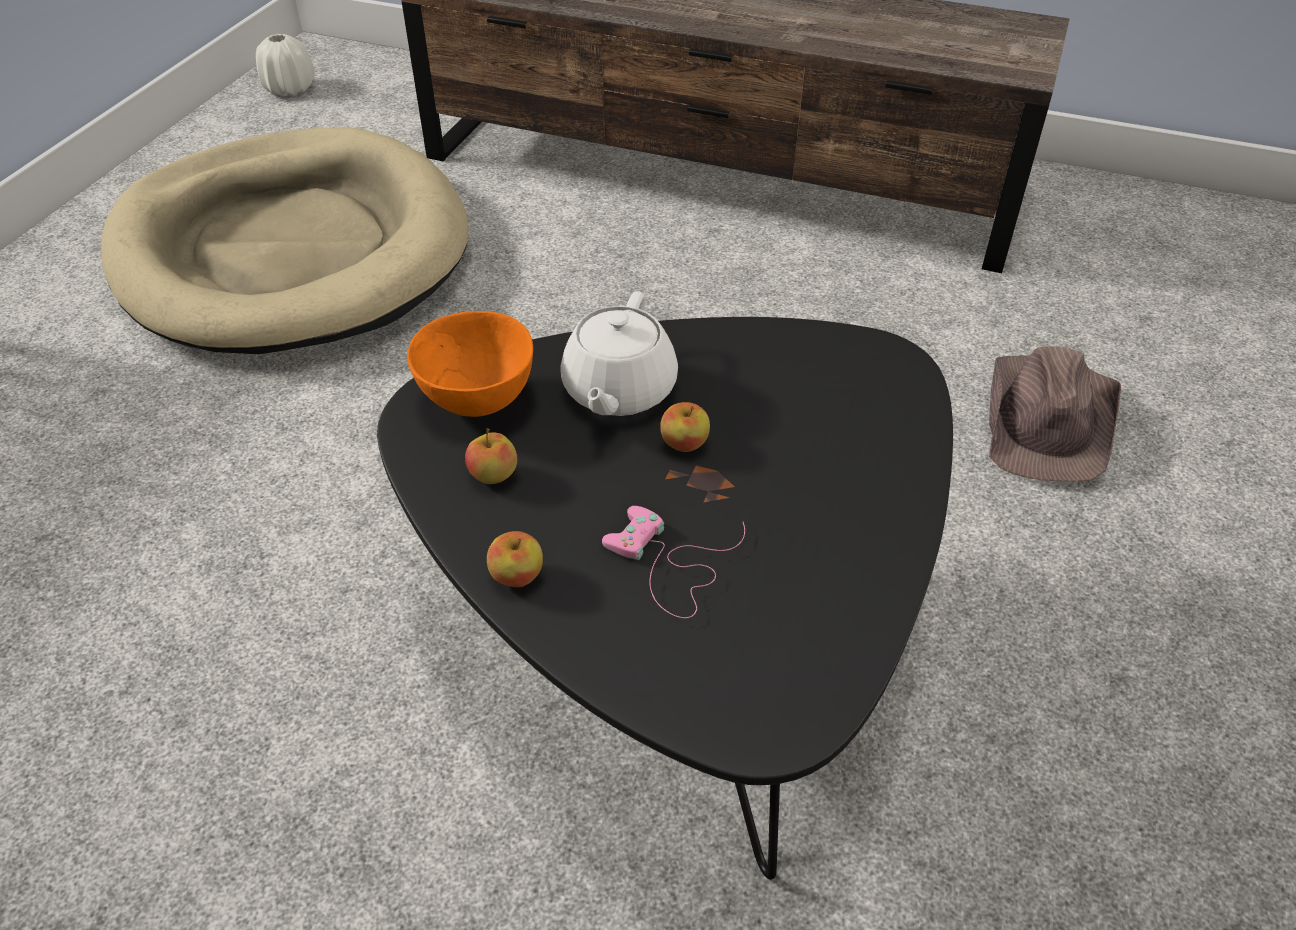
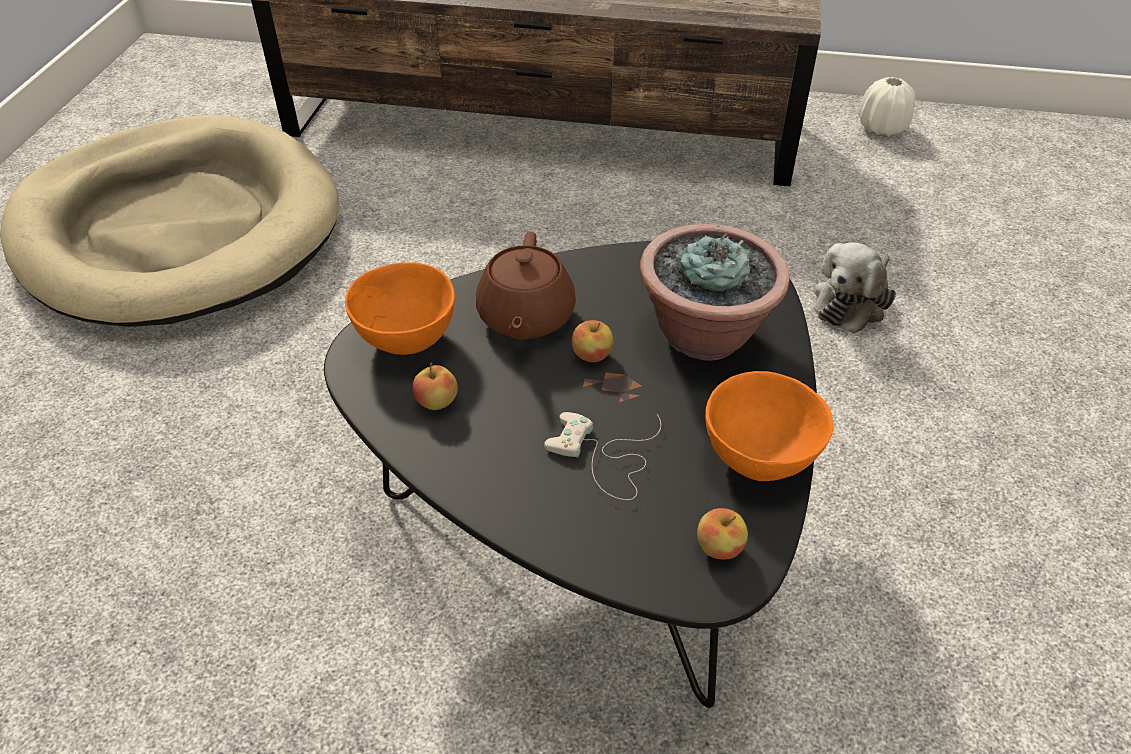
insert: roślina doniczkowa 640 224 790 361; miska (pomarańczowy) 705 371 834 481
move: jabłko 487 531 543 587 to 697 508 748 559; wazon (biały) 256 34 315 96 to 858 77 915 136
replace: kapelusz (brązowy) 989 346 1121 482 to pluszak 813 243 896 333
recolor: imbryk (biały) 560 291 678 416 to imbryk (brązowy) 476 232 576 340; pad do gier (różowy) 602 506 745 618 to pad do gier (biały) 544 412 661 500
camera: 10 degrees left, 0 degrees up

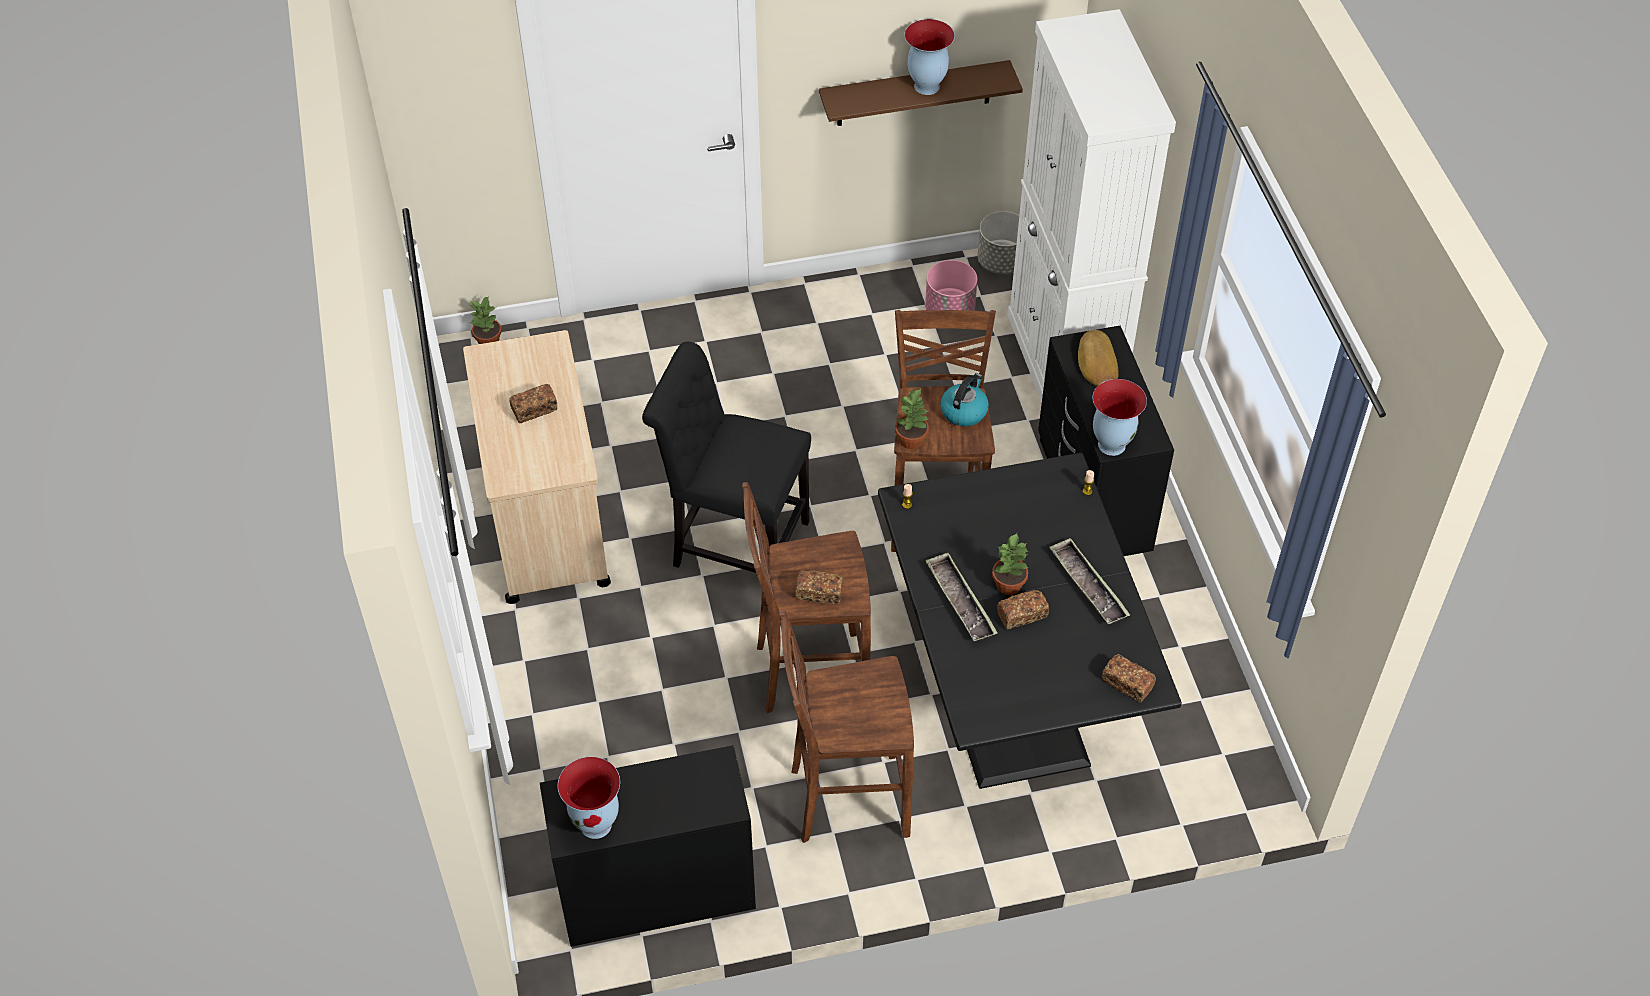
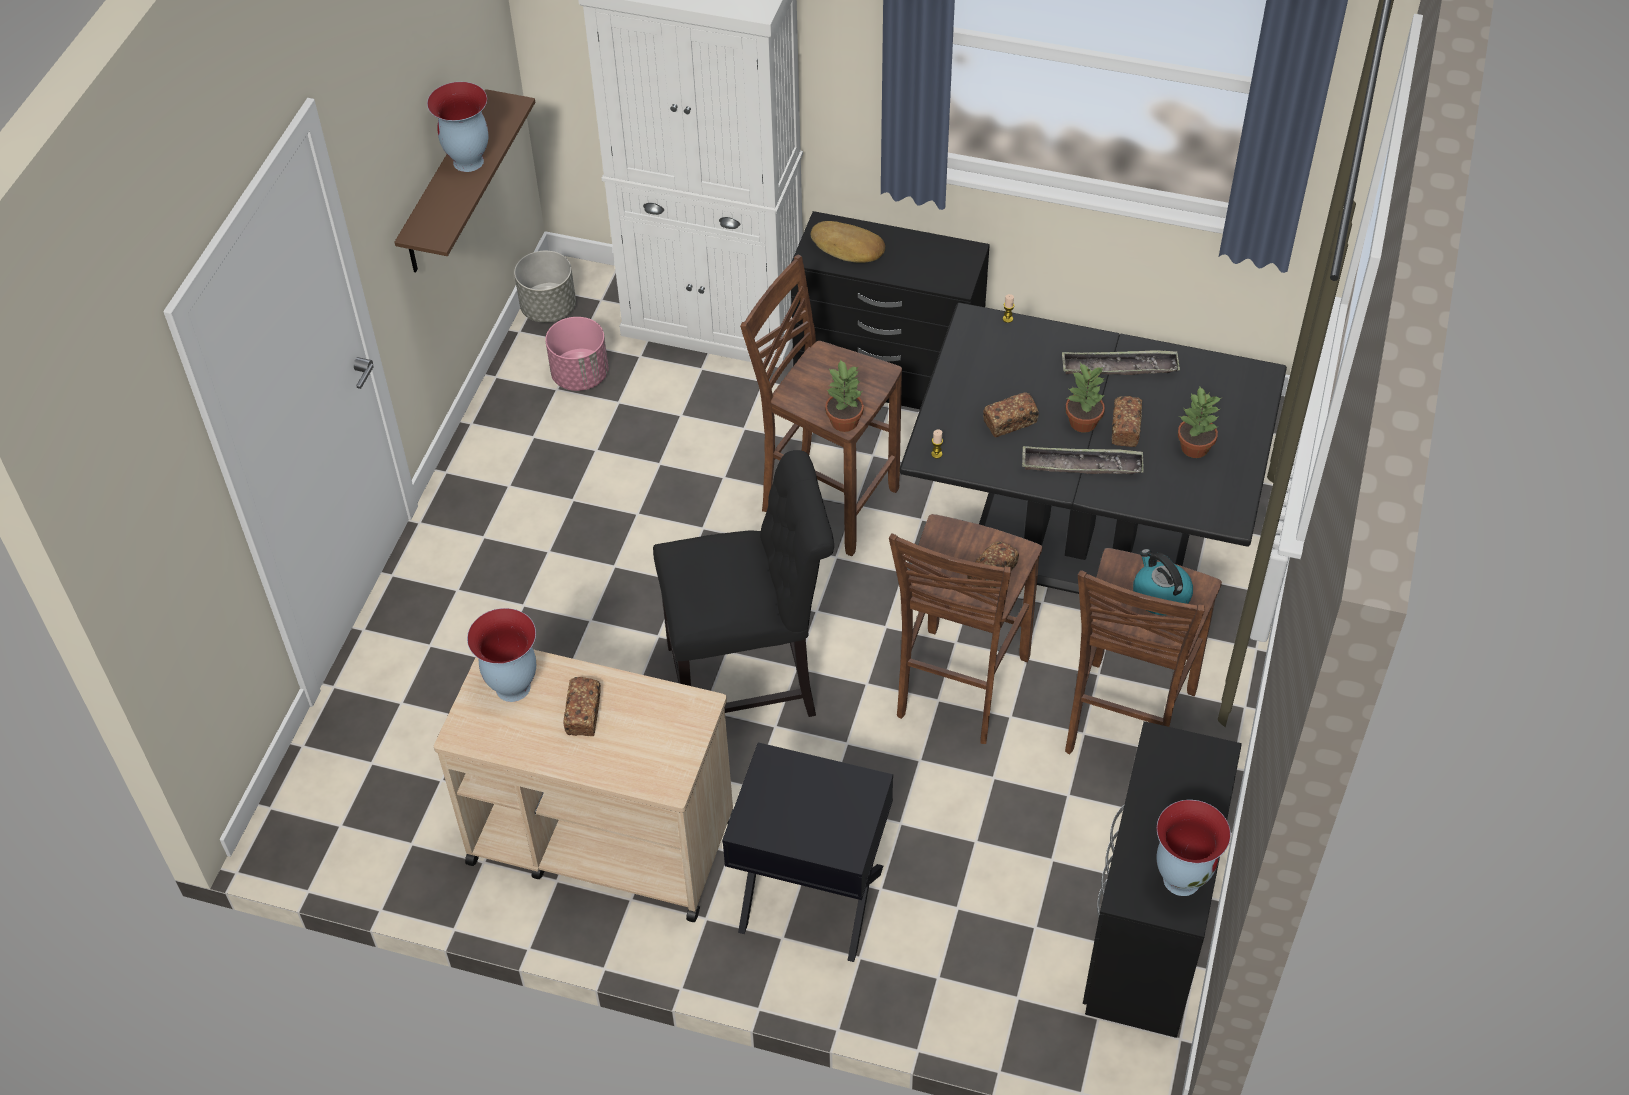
insert: szafka nocna (czarny) 722 742 893 962
move: wazon 1093 379 1147 456 to 467 608 536 702; chleb 1102 654 1156 703 to 983 392 1039 437; czajnik 940 373 989 427 to 1133 549 1193 616; roślina doniczkowa 470 296 502 344 to 1178 387 1221 458
rotate: krzesło (czarny) 642 342 811 573 = 653 450 834 717 150 degrees counterclockwise
camera: 60 degrees left, 0 degrees up

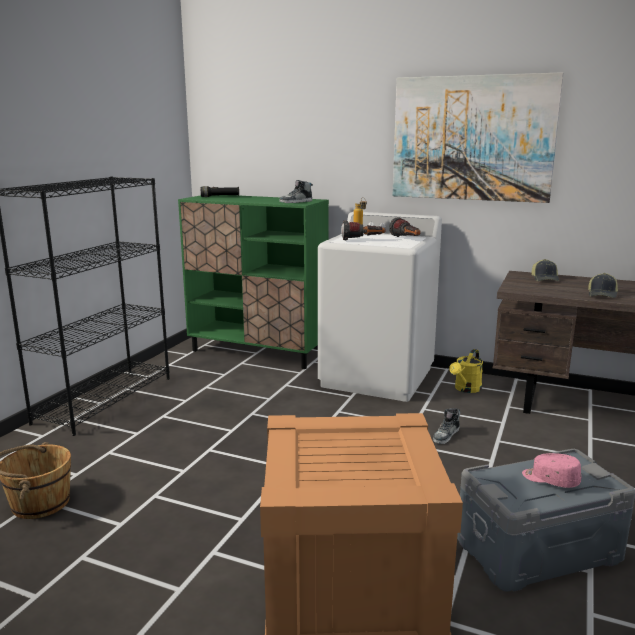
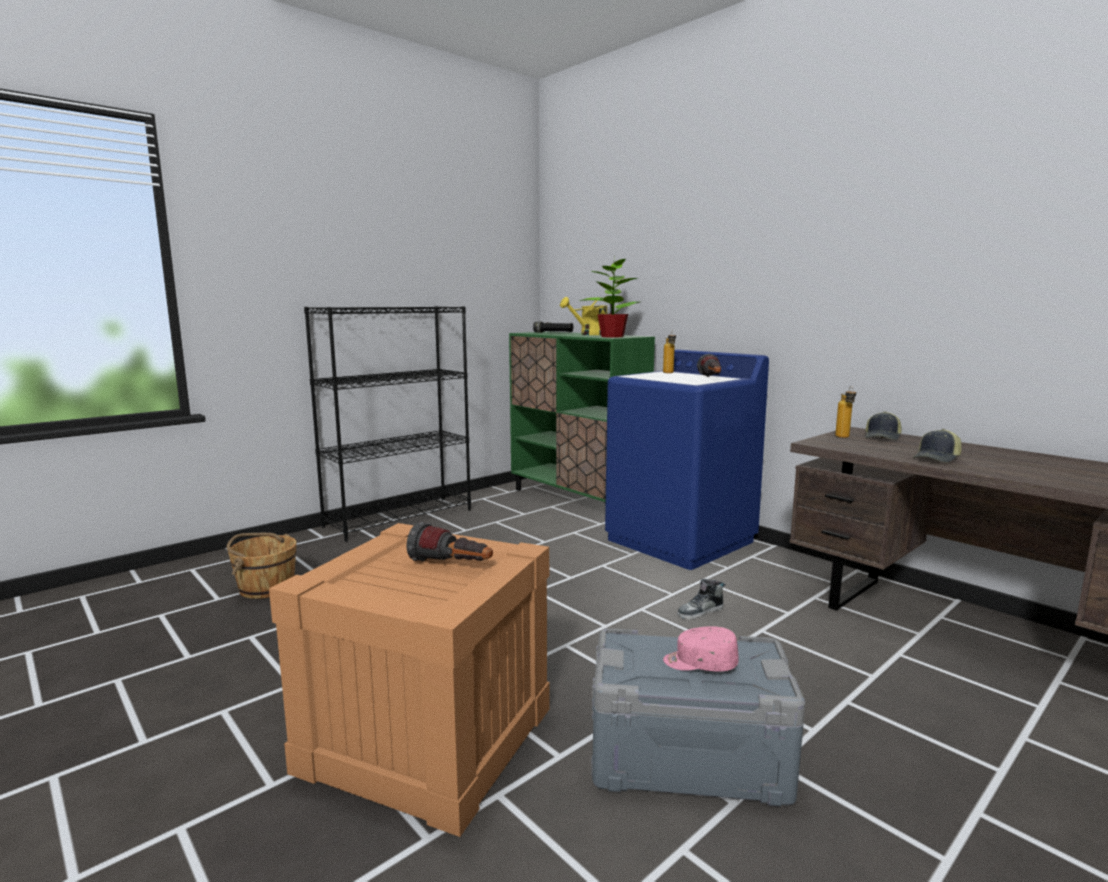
delete: obraz 392 72 564 203
insert: butelka 835 386 856 438
move: latarka 341 220 386 241 to 406 522 493 561; konewka (żółty) 449 349 483 393 to 560 297 612 335
replace: but 279 180 313 203 to roślina doniczkowa 579 259 639 338
recolor: pralka (biały) 318 212 442 402 to pralka (niebieski) 605 349 769 570
rotate: czapka z daszkiem (różowy) 522 453 581 488 = 663 626 739 672 45 degrees counterclockwise
camera: 25 degrees right, 5 degrees down

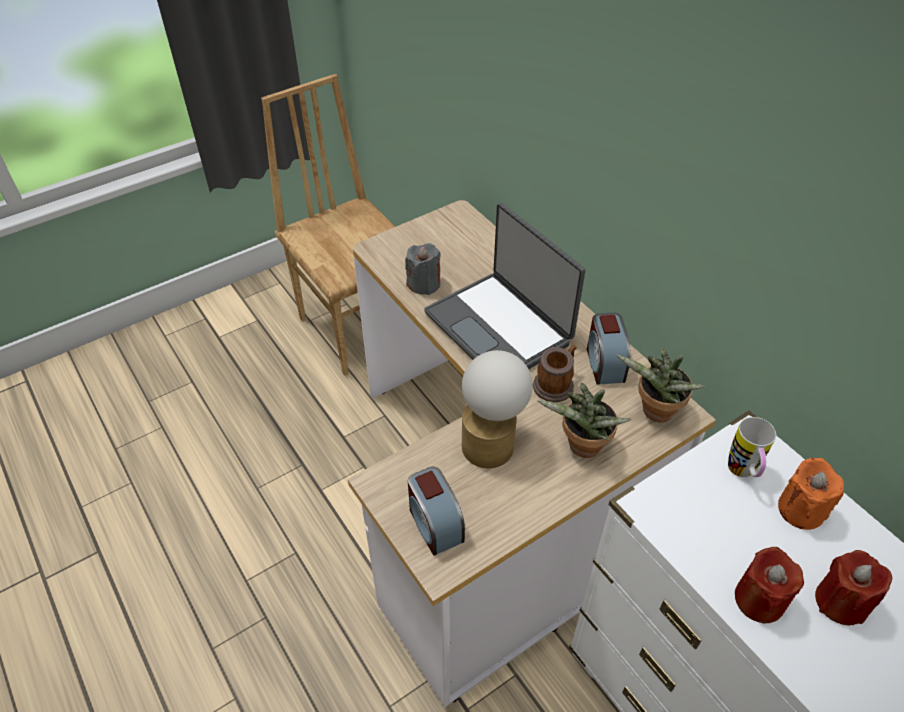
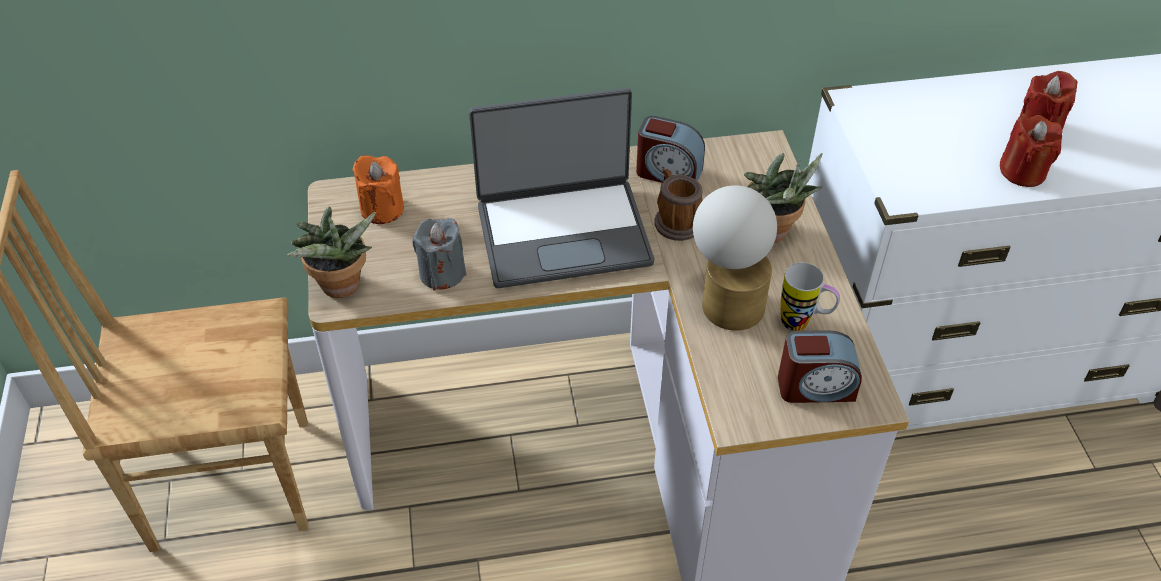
move: roślina doniczkowa 616 348 705 422 to 287 207 376 298; świeca (pomarańczowy) 778 458 844 530 to 352 155 404 224; kubek 728 417 776 477 to 781 262 840 331
camera: 65 degrees left, 0 degrees up

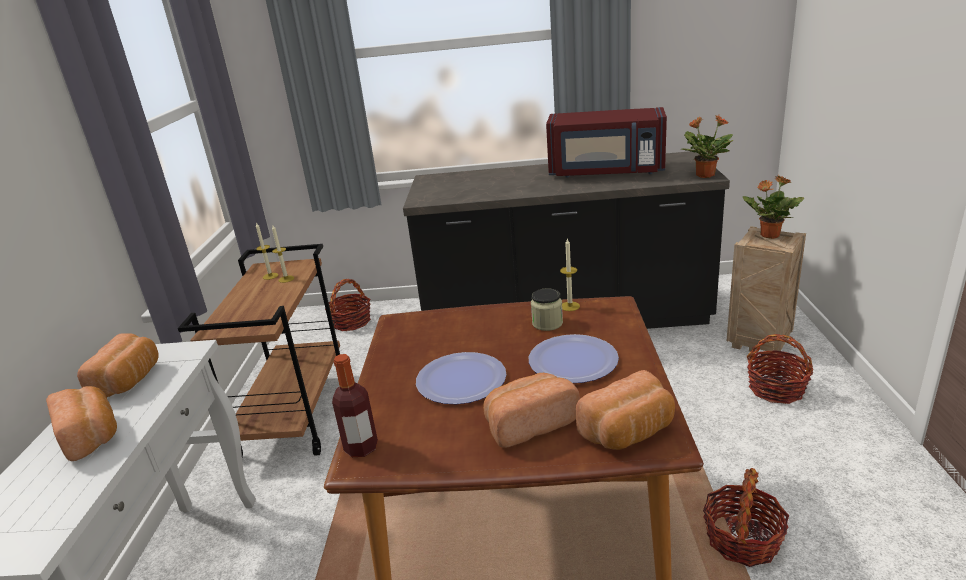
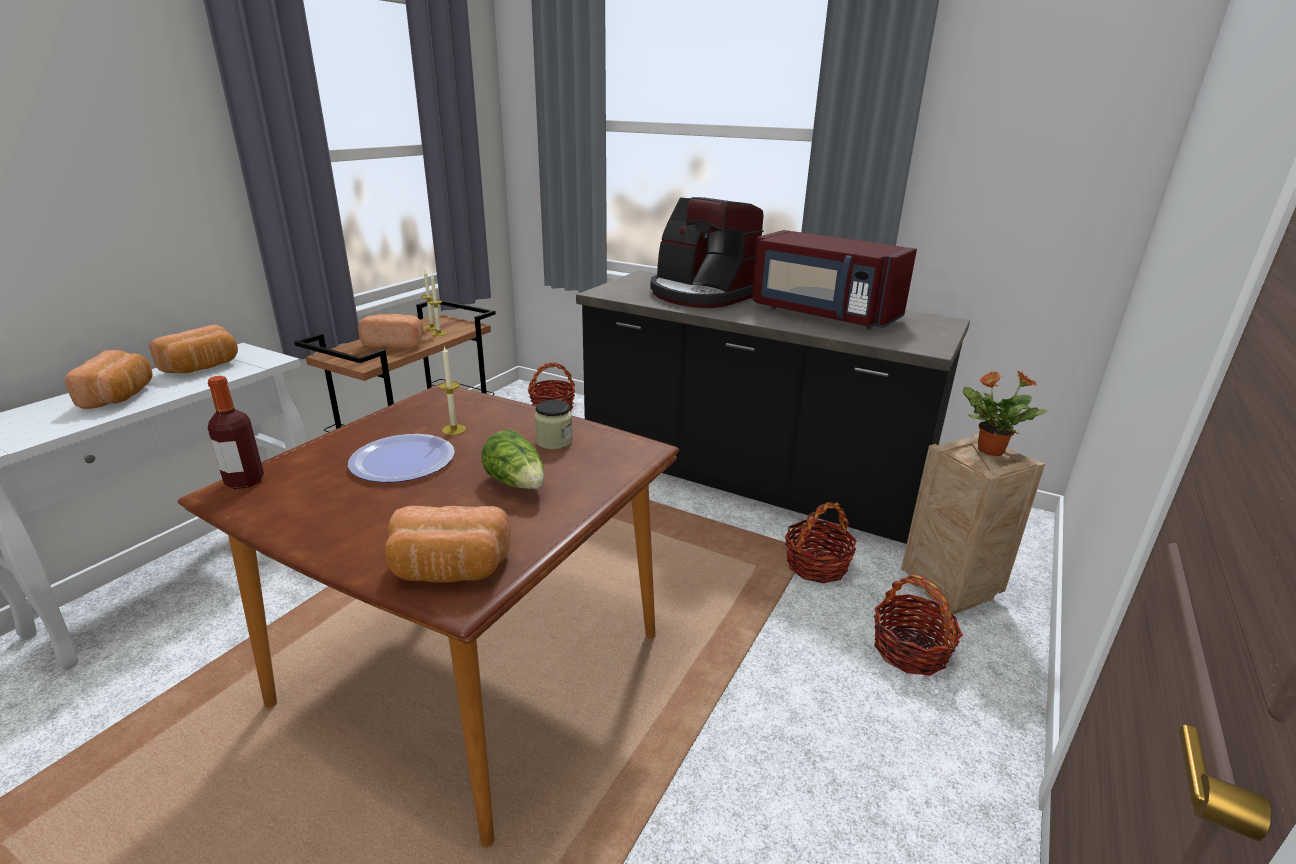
delete: roślina doniczkowa 681 115 733 178
insert: ekspres do kawy 650 197 764 308
move: chleb 483 373 580 448 to 358 314 424 349; świeca 560 238 580 311 to 438 345 466 435; koszyk 703 468 789 567 to 785 502 857 583
replace: talerz 529 334 619 383 to sałata 481 430 544 489
camera: 25 degrees right, 0 degrees up

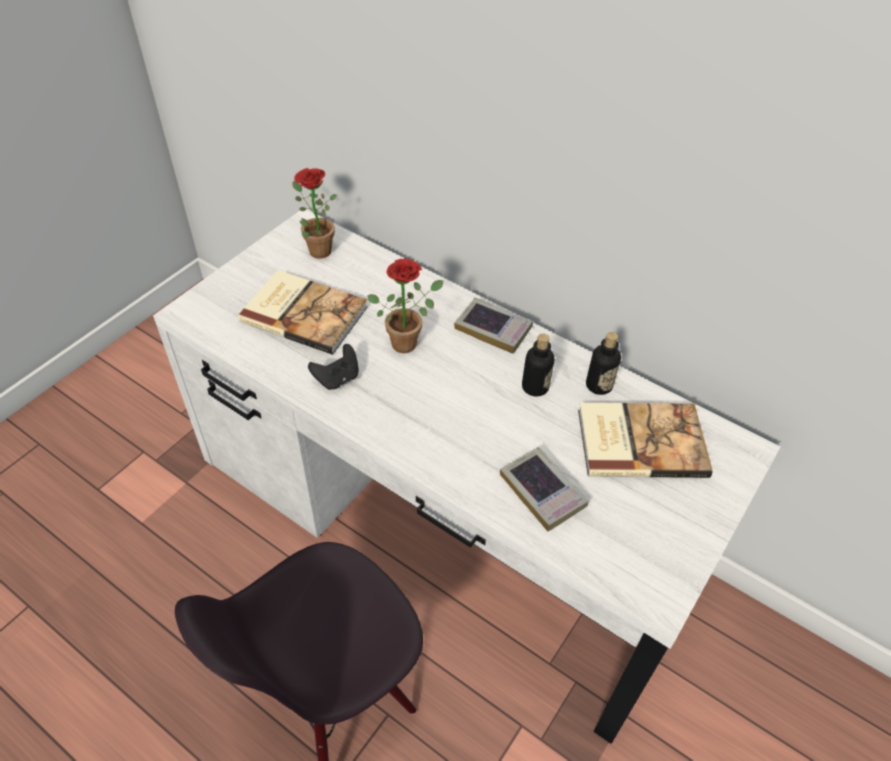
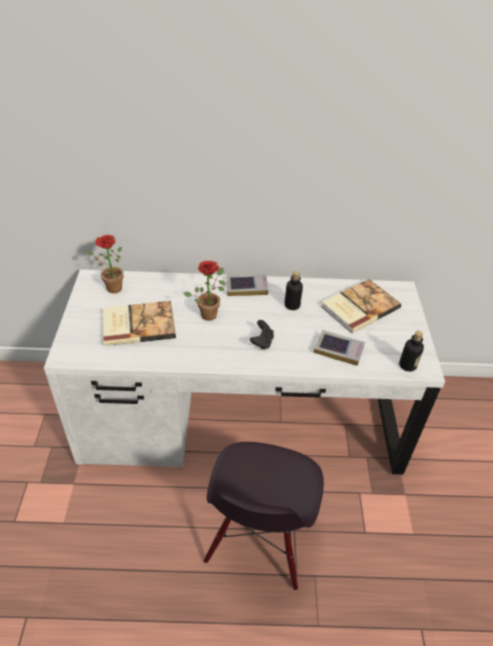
move: pad do gier (czarny) 308 344 359 390 to 250 320 274 350; butelka 586 332 621 395 to 399 331 424 372
camera: 35 degrees left, 5 degrees down

